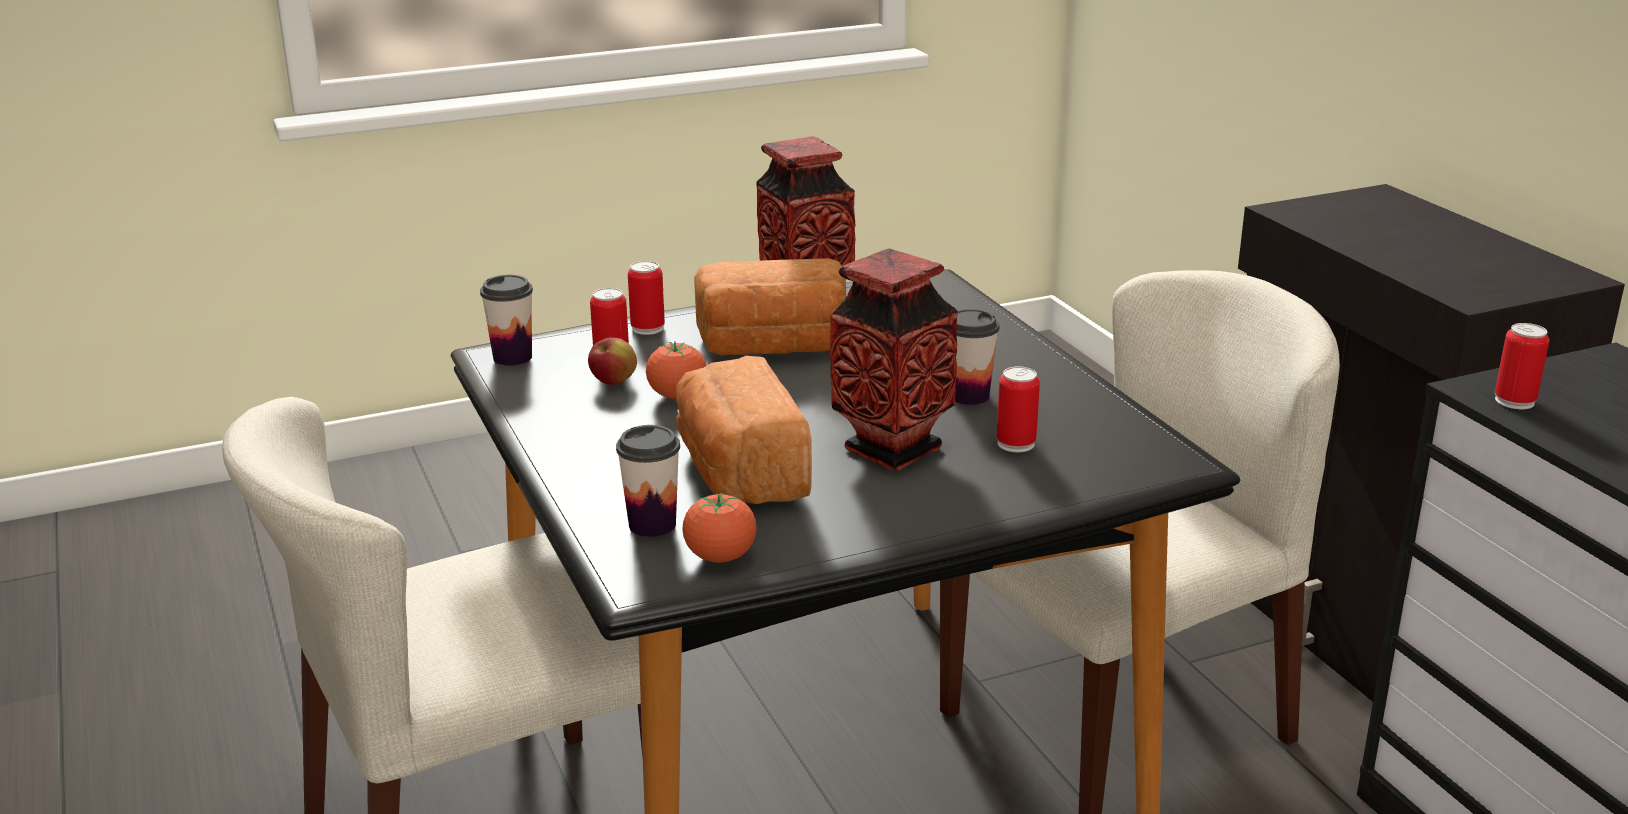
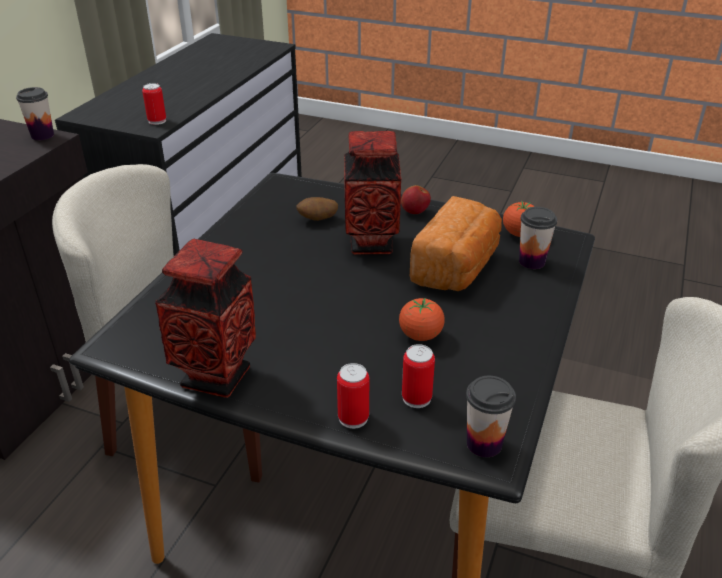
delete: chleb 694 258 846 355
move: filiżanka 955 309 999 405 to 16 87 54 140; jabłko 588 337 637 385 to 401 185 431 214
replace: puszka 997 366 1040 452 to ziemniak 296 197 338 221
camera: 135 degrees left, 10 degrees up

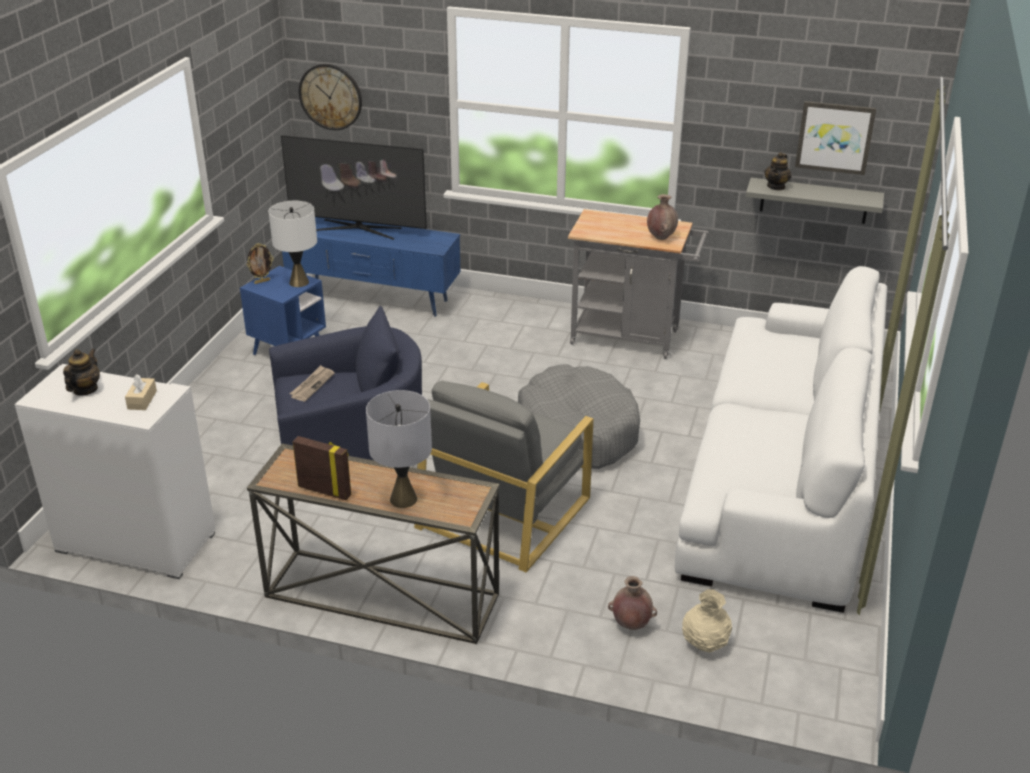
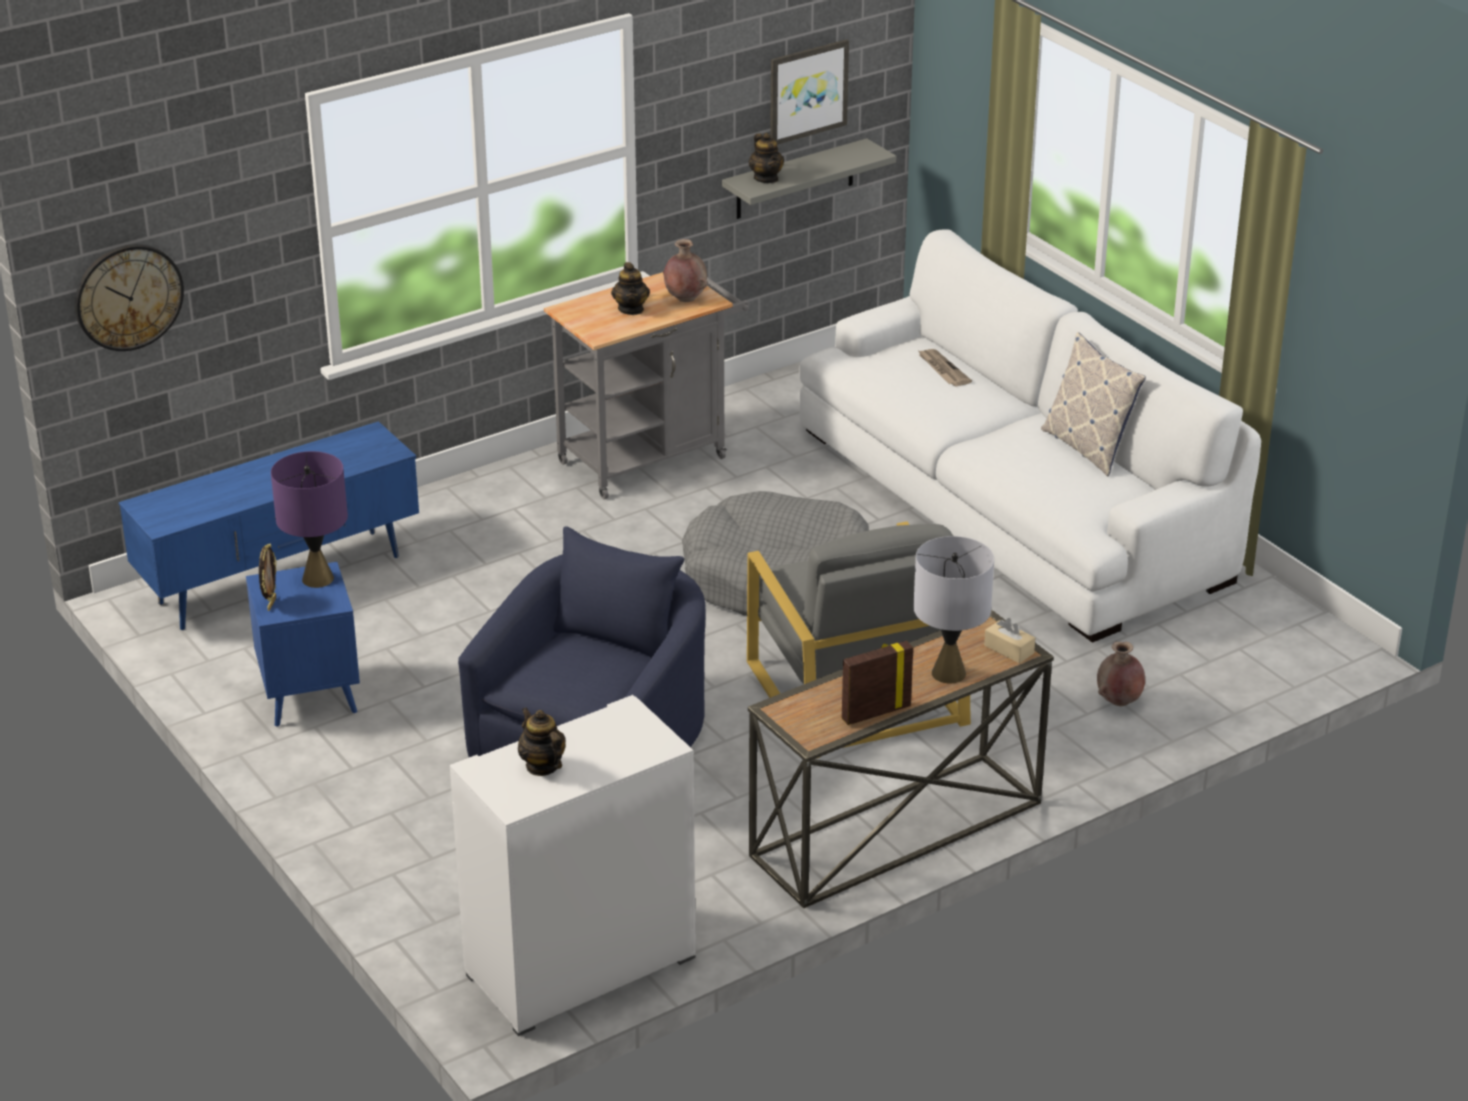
delete: telewizor 281 135 427 240; wazon (beżowy) 682 589 732 653
insert: imbryk 611 262 650 315; poduszka 1041 332 1146 477
move: gazeta 290 365 335 401 to 917 349 972 386; pudełko chusteczek (beżowy) 125 375 157 410 to 984 618 1035 663
recolor: lampa stołowa (biały) 269 201 317 287 to lampa stołowa (fioletowy) 271 451 348 588
camera: 50 degrees left, 0 degrees up

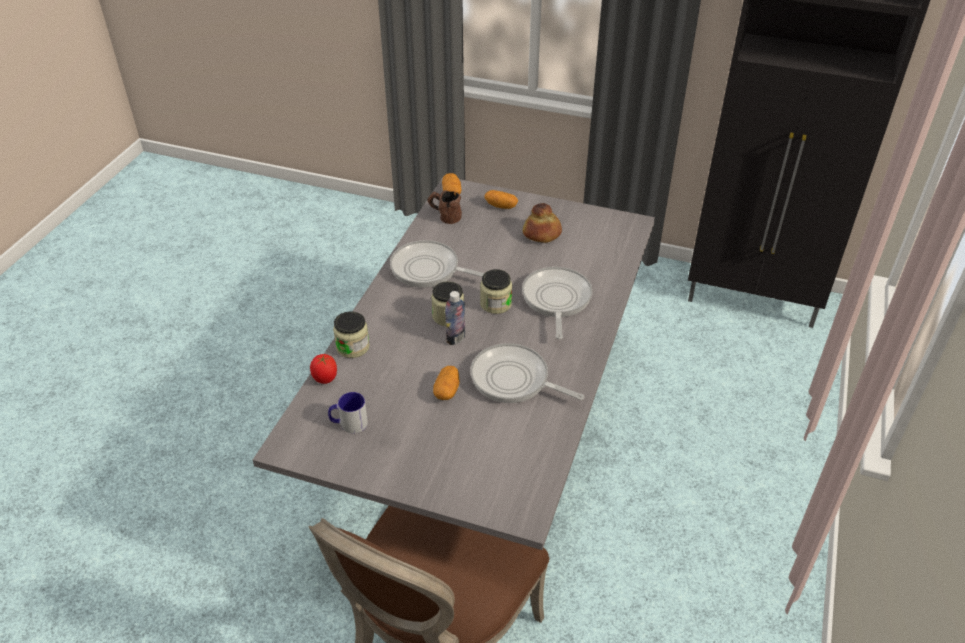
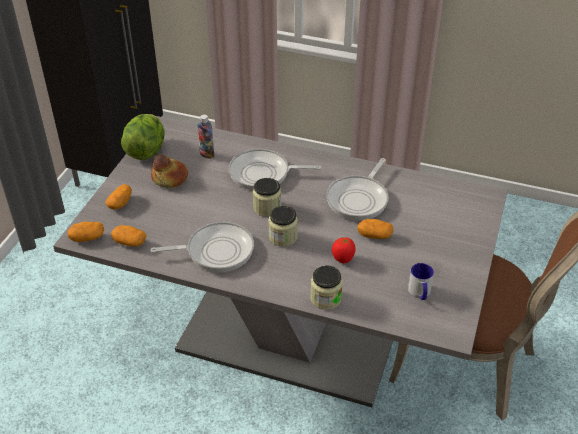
insert: sałata 121 114 165 160
move: butelka 445 291 465 345 to 197 115 214 159; pomidor 310 354 337 384 to 332 237 355 263
replace: kubek (brązowy) 428 190 462 224 to ziemniak 111 225 146 247
rotate: patelnia 390 240 484 288 = 151 222 254 272 120 degrees counterclockwise
camera: 90 degrees left, 0 degrees up

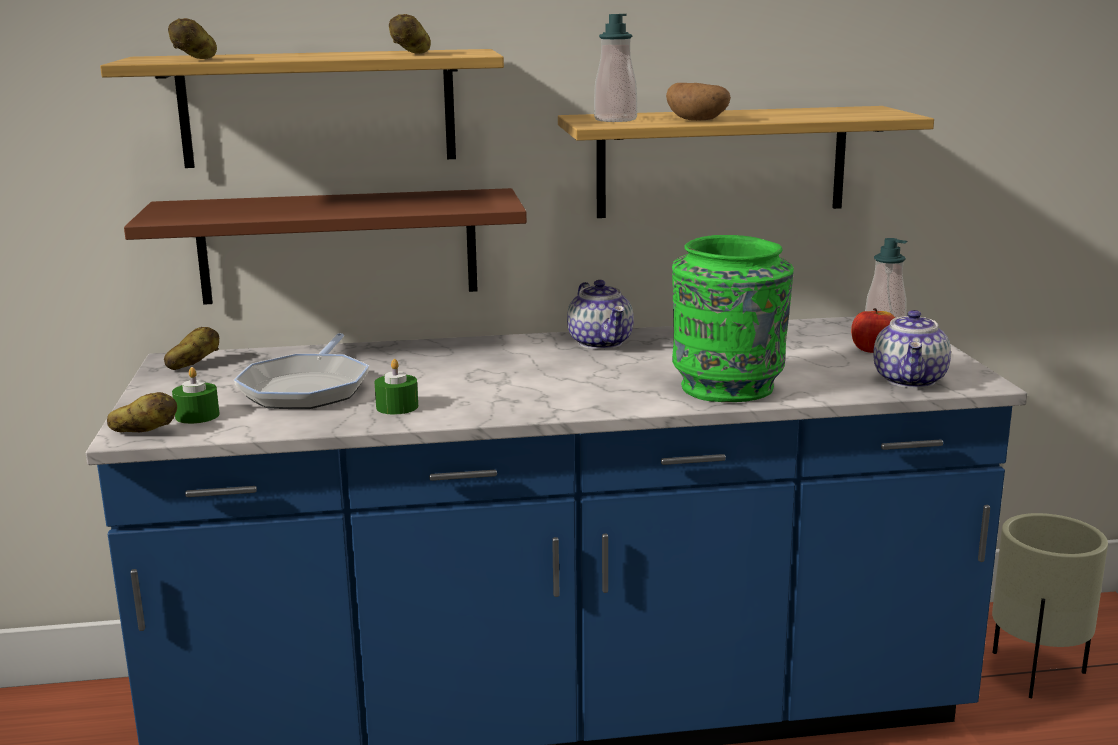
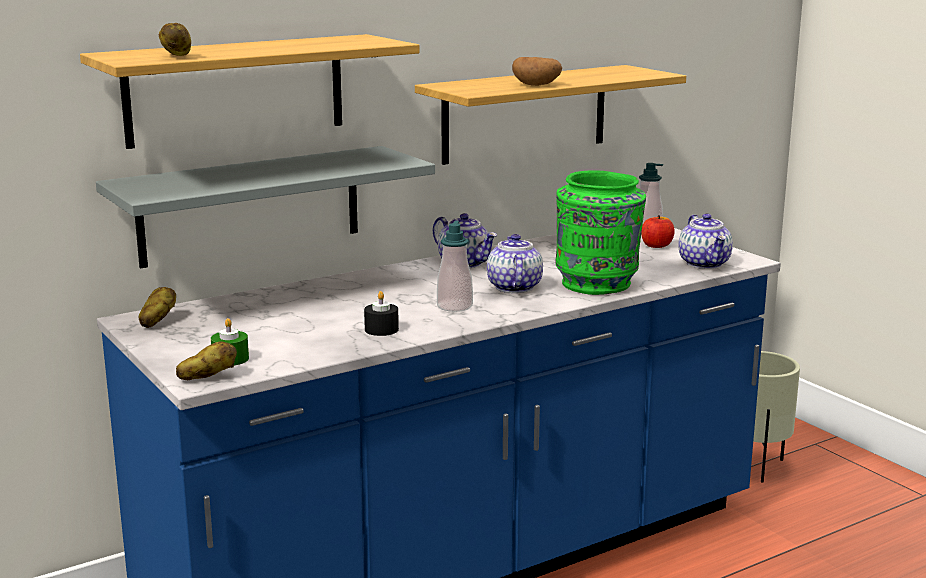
delete: patelnia 234 333 369 409; ziemniak 389 14 431 54
insert: imbryk 487 234 543 293
move: dozownik mydła 594 14 637 122 to 437 221 473 312
recolor: półka (brązowy) 124 188 527 305 to półka (szary) 96 146 435 269; świeca (zielony) 375 359 418 414 to świeca (czarny) 364 291 399 336
camera: 25 degrees left, 0 degrees up

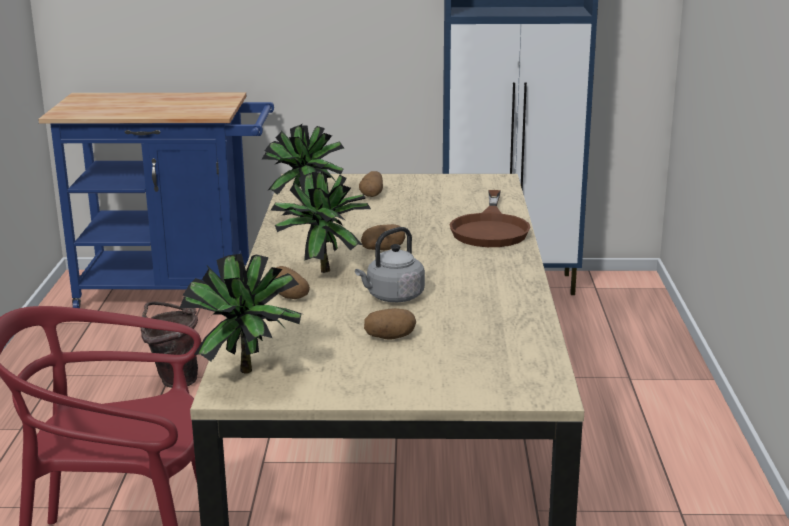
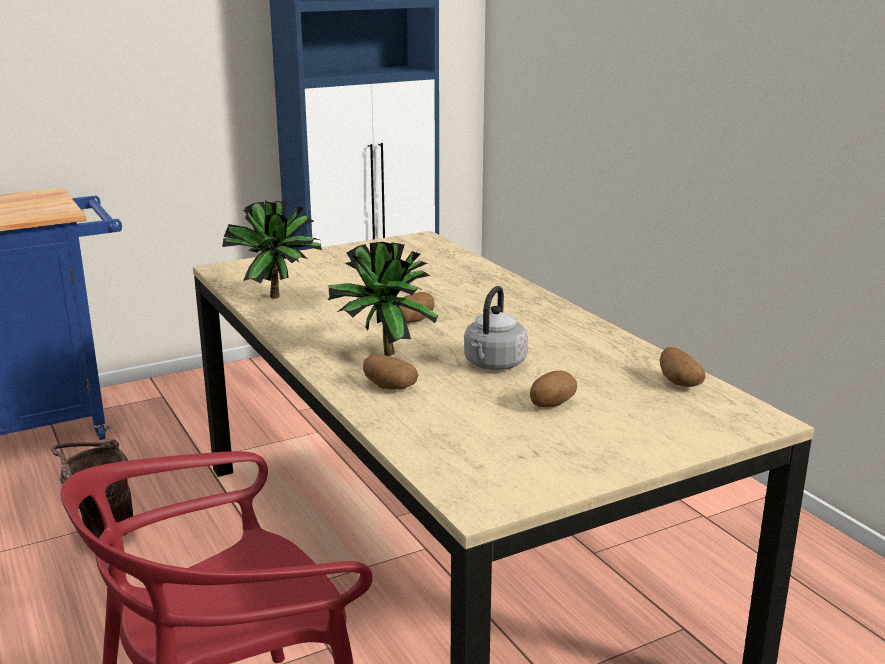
delete: roślina doniczkowa 180 254 302 373; patelnia (brązowy) 449 190 531 247
move: ziemniak 359 171 383 197 to 660 347 706 387
camera: 30 degrees left, 0 degrees up

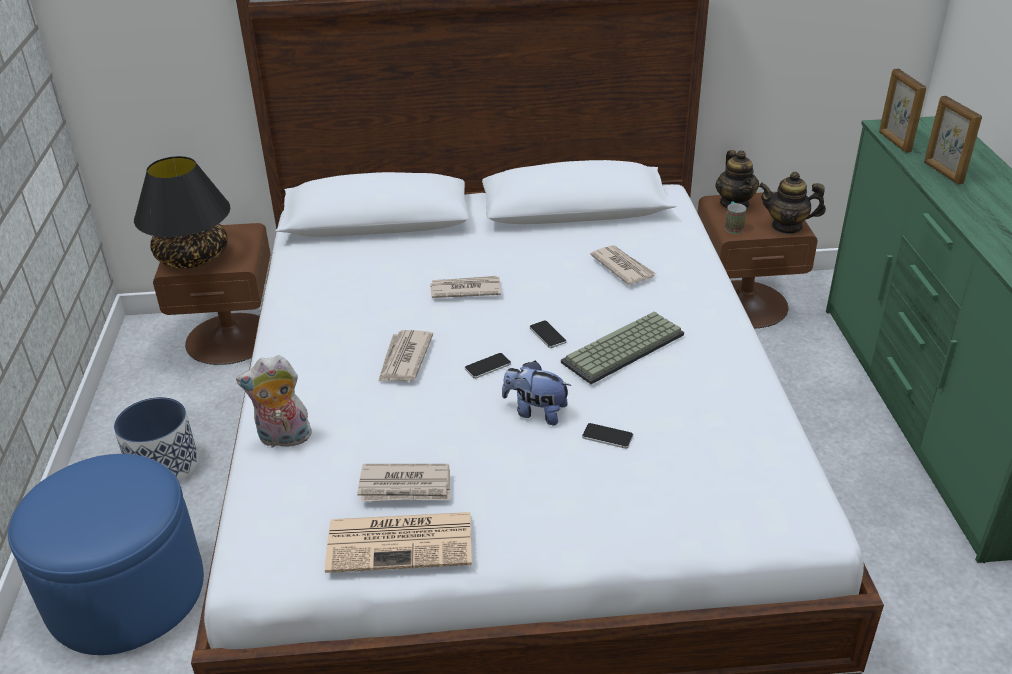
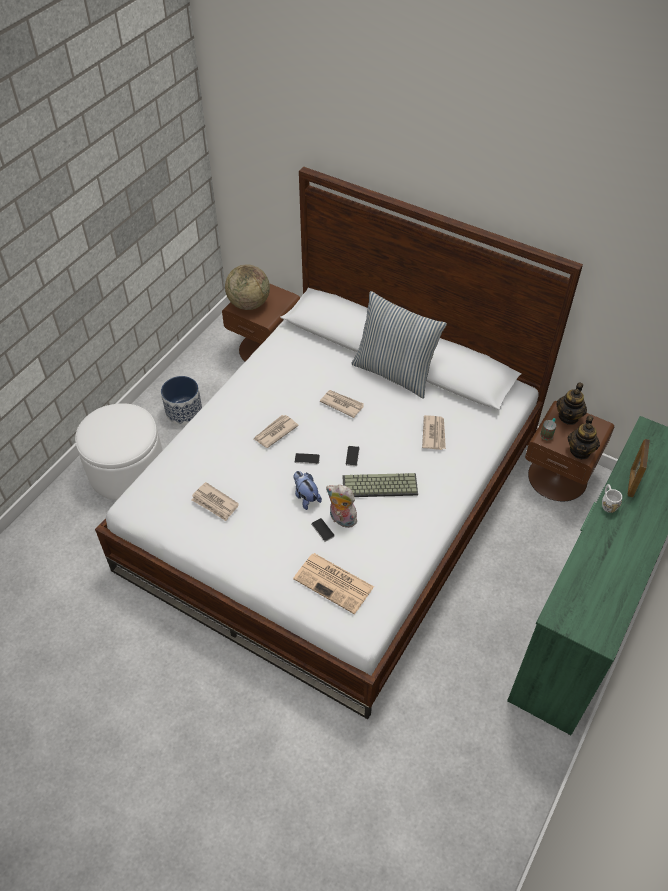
delete: ramka na zdjęcie 879 69 927 153
insert: poduszka 351 291 447 399; kubek (biały) 602 484 622 513
move: gazeta 325 512 472 573 to 293 553 374 614; pluszak 236 355 312 447 to 326 485 357 529
replace: lampa stołowa (czarny) 134 156 230 268 to globus 225 265 270 310
recolor: pufa (niebieski) 8 454 204 655 to pufa (biały) 75 403 163 500
rotate: imbryk 759 172 826 234 = 568 415 600 459 120 degrees counterclockwise
camera: 35 degrees right, 15 degrees up

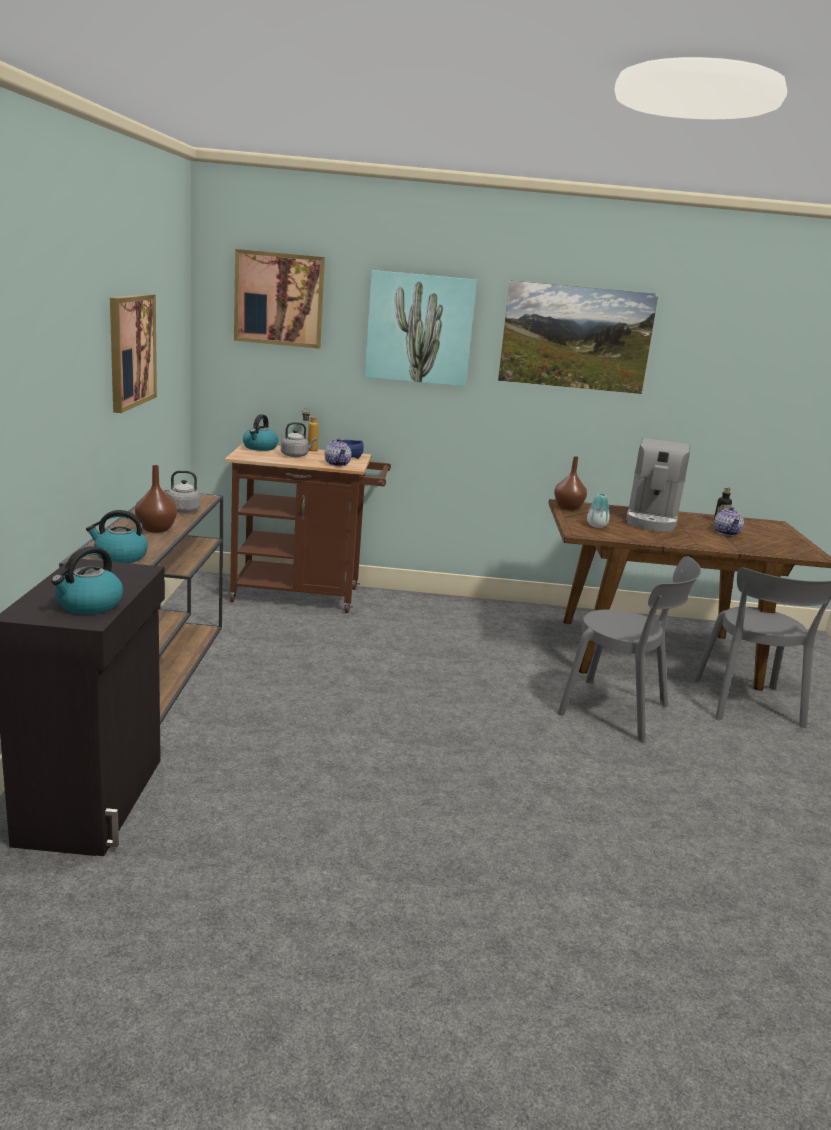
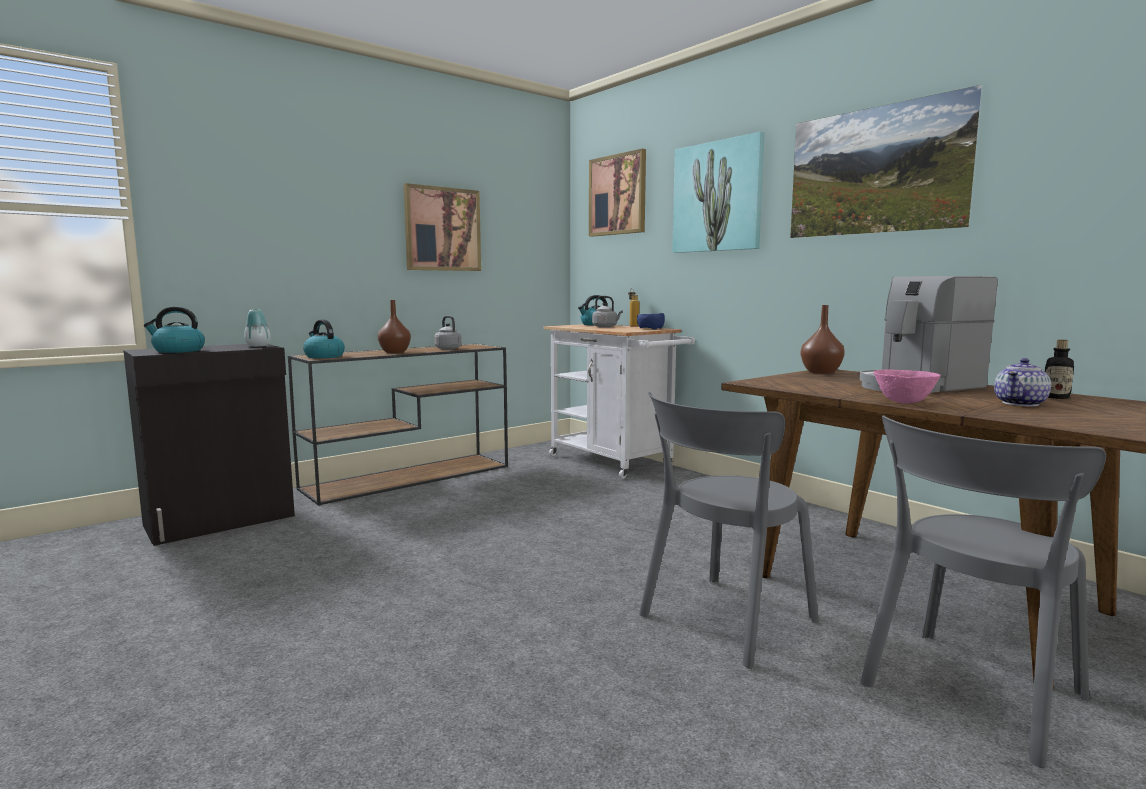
delete: imbryk 325 438 352 466
insert: miska (różowy) 873 369 941 403
move: wazon 587 493 609 528 to 244 309 271 347
recolor: wózek (brązowy) 225 443 391 613 to wózek (biały) 543 324 695 479
rotate: krzesło (szary) 558 556 701 743 = 639 392 819 669 60 degrees clockwise
camera: 50 degrees right, 10 degrees down

